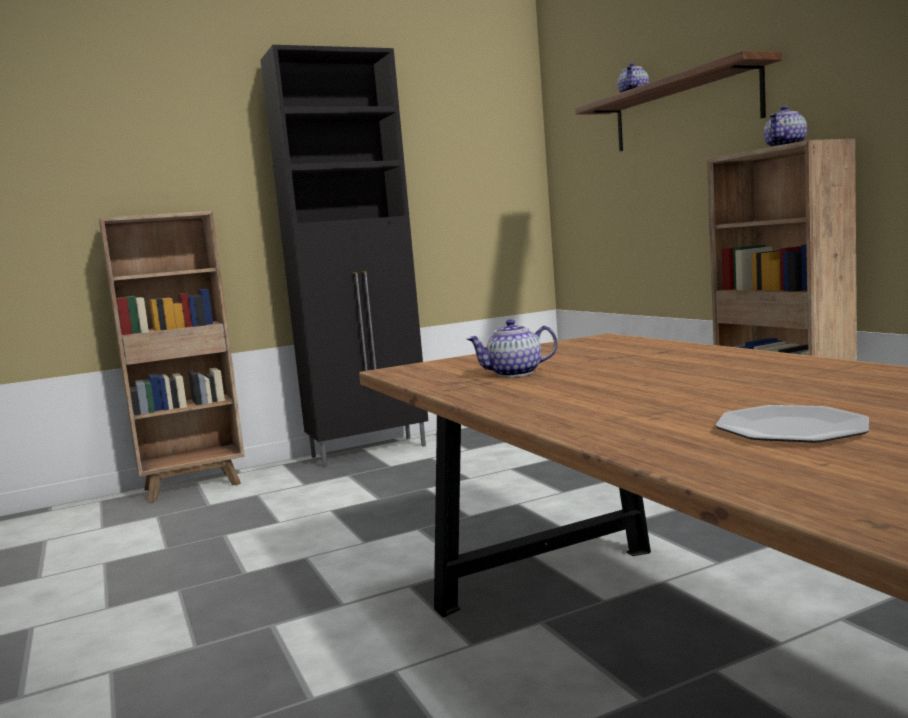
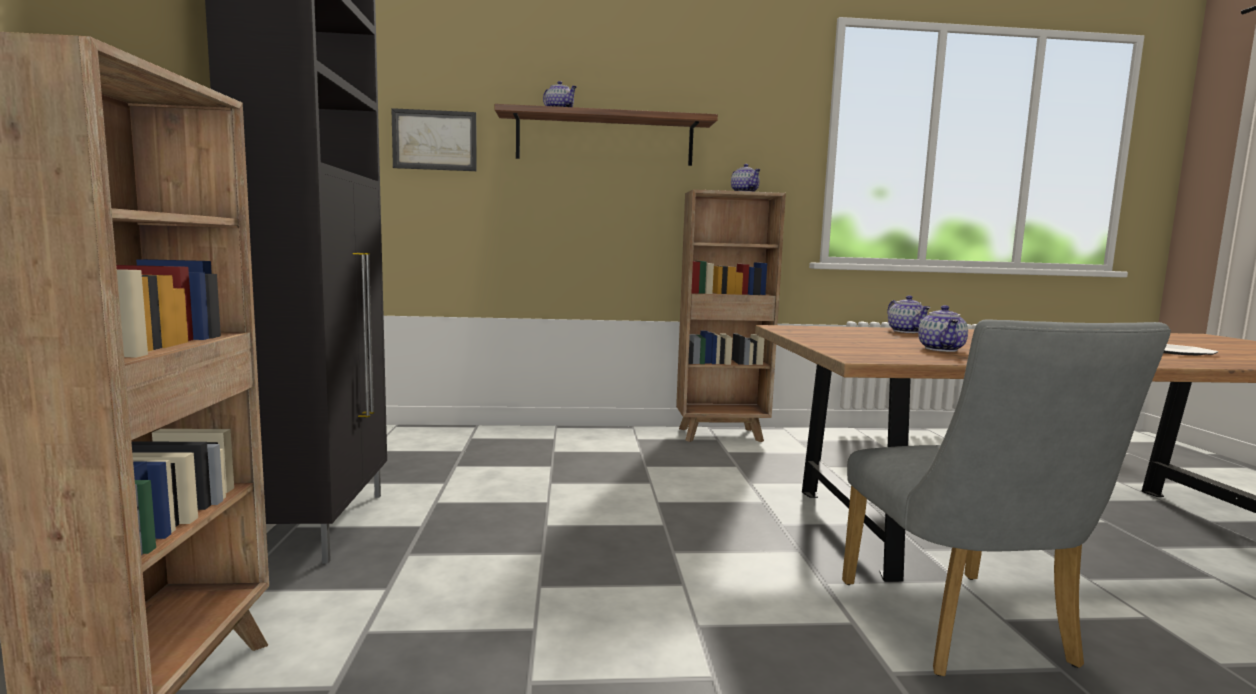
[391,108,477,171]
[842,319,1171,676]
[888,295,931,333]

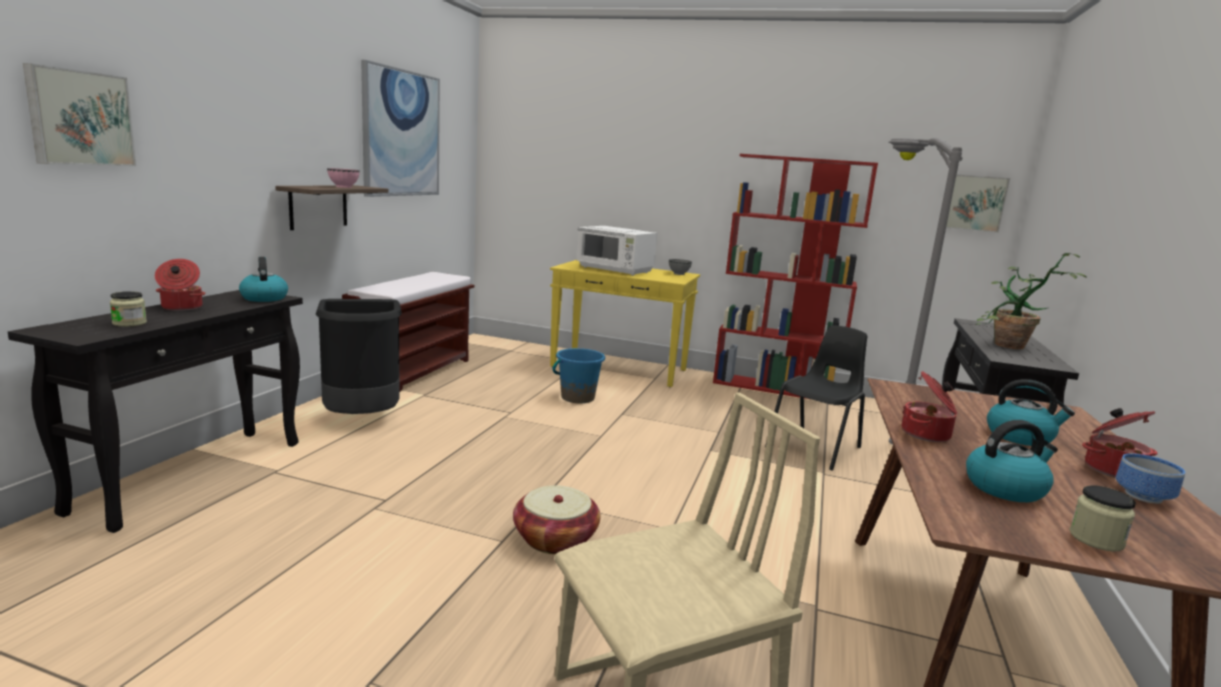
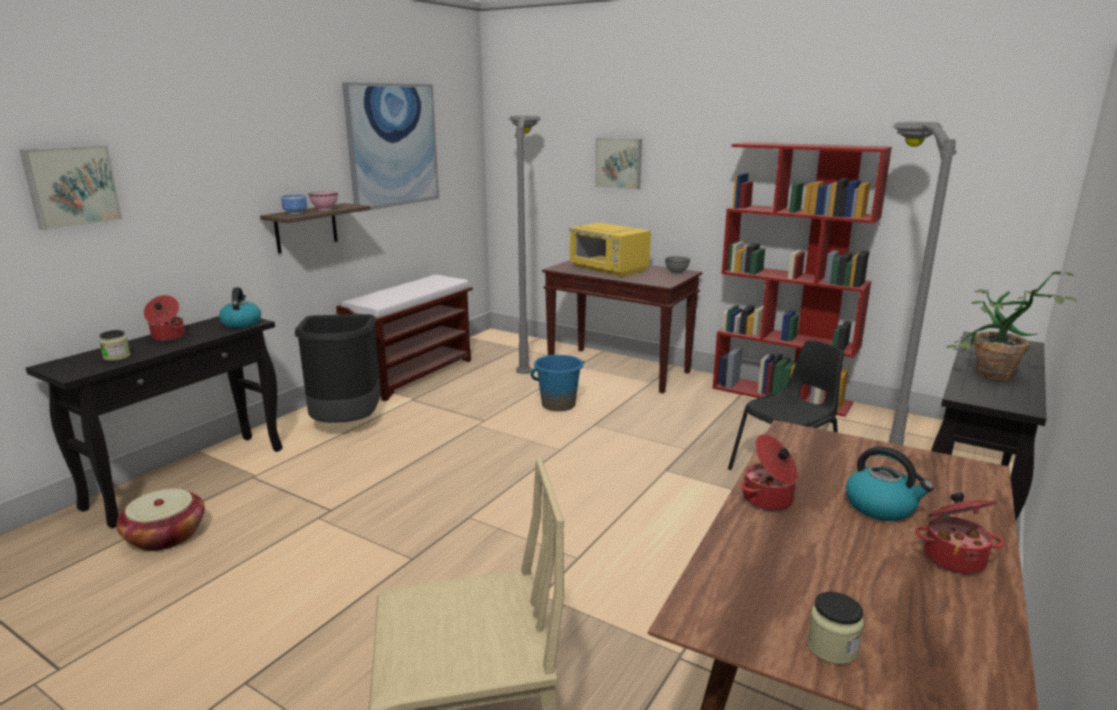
[966,420,1058,502] (first image)
[508,115,542,374]
[116,488,205,551]
[595,138,642,190]
[281,195,307,214]
[542,260,702,393]
[569,223,651,278]

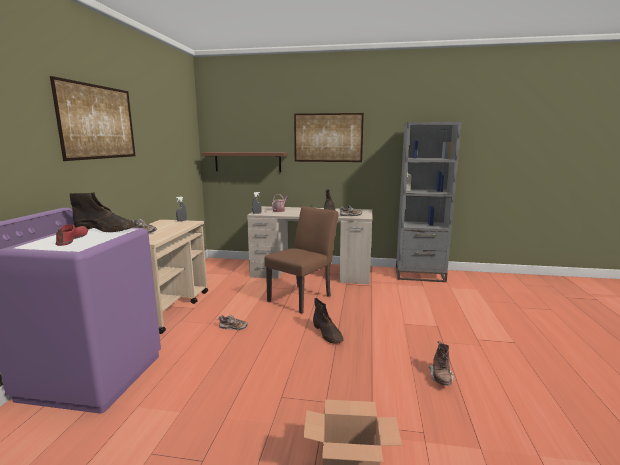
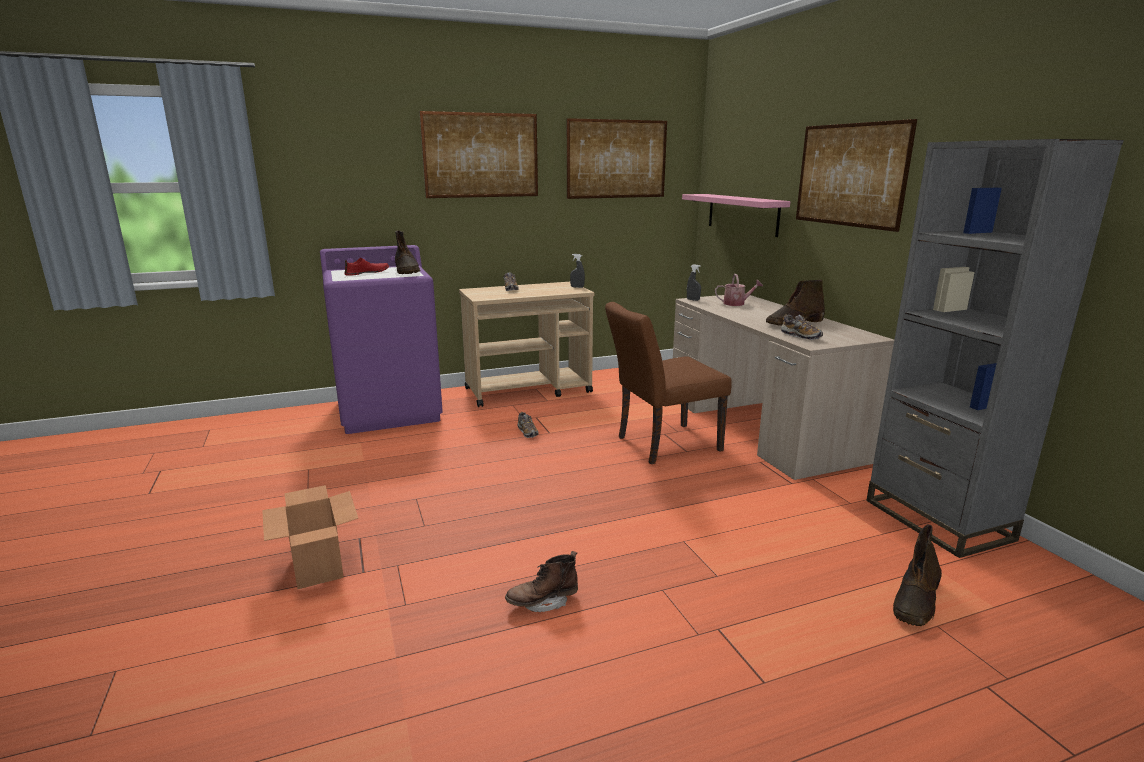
[567,118,667,199]
[893,524,942,626]
[682,194,790,237]
[605,302,732,464]

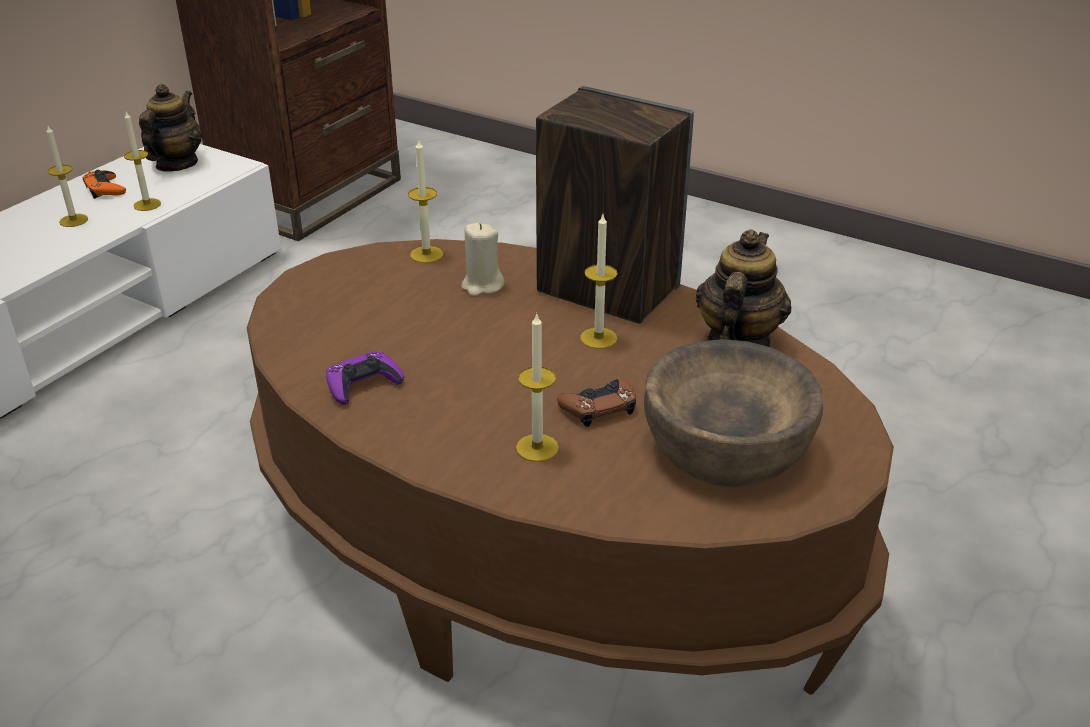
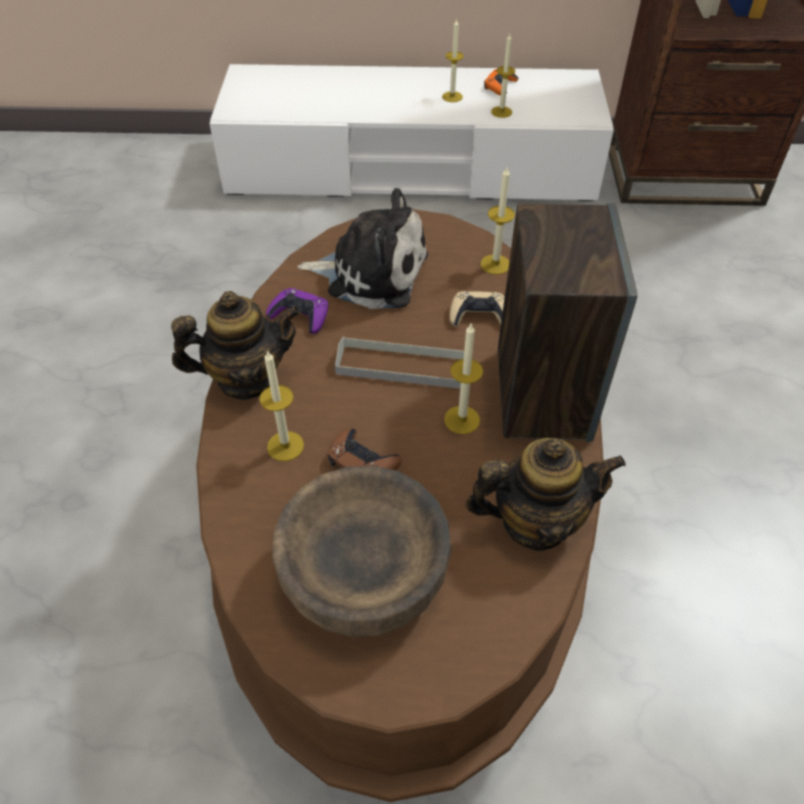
[297,188,428,309]
[335,336,464,389]
[171,291,301,400]
[449,291,505,326]

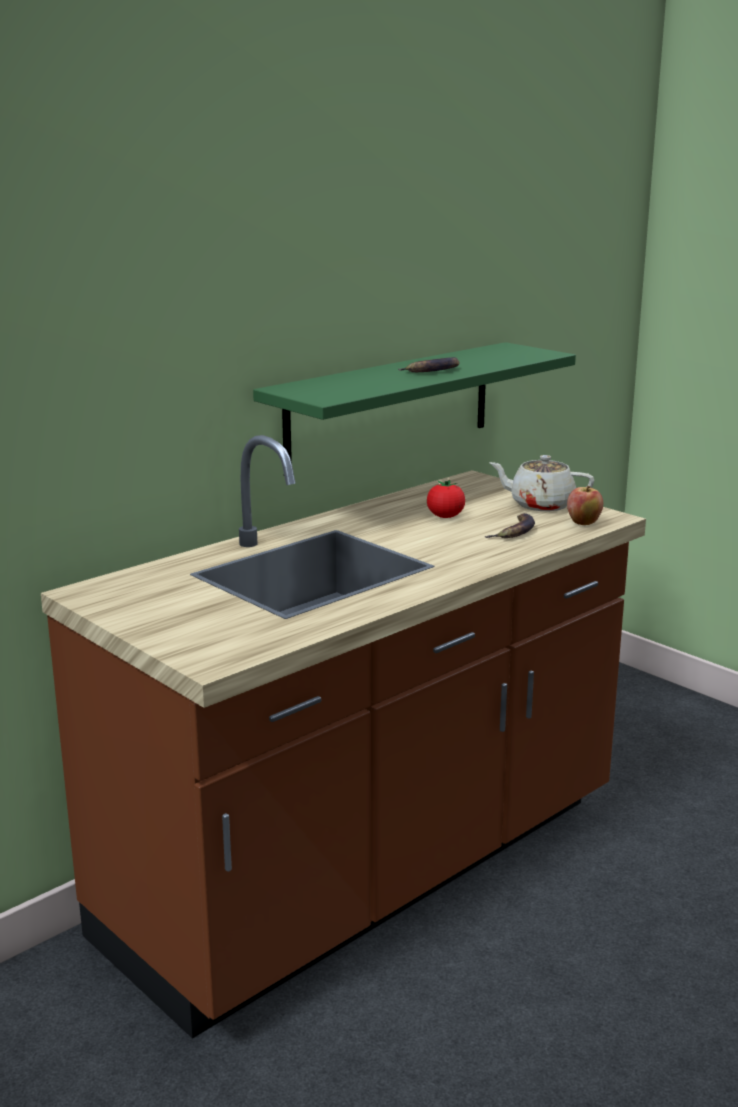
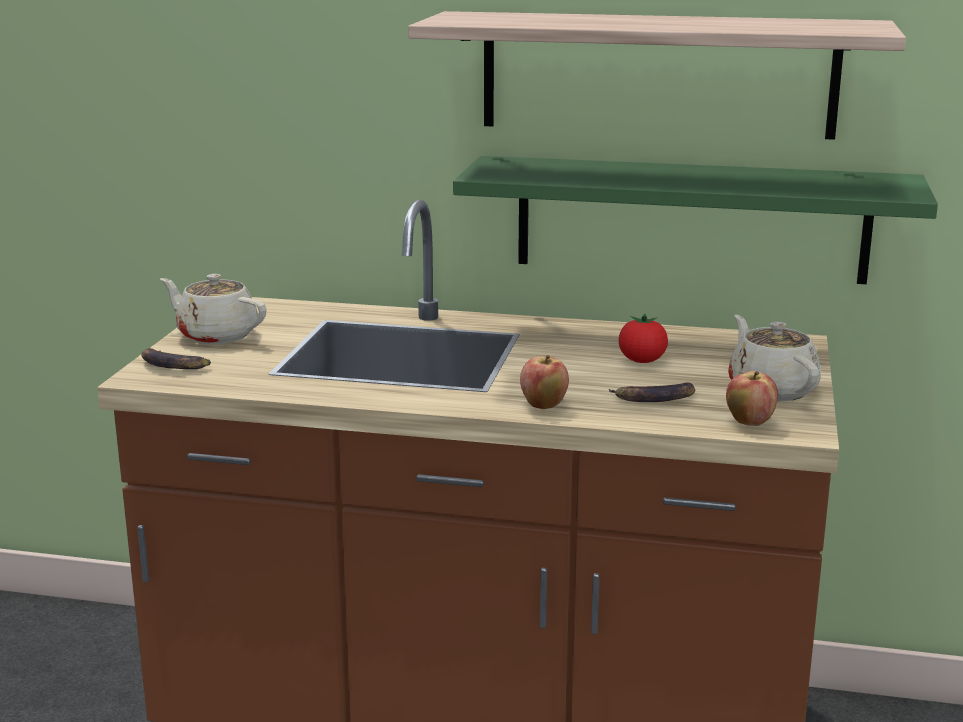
[160,274,267,344]
[408,11,906,140]
[520,355,569,409]
[141,348,211,369]

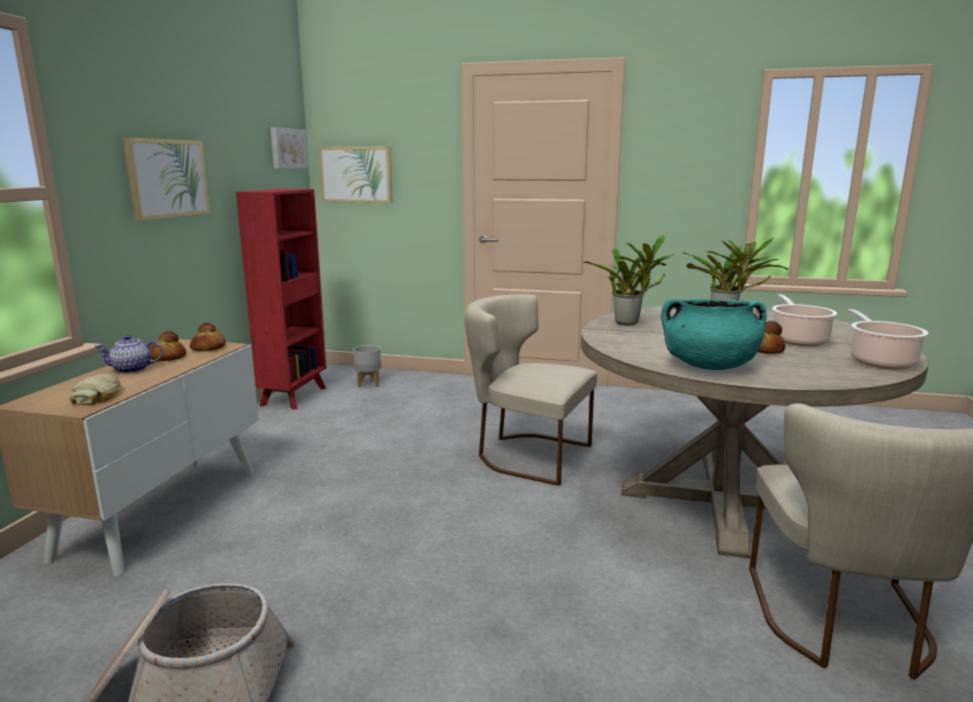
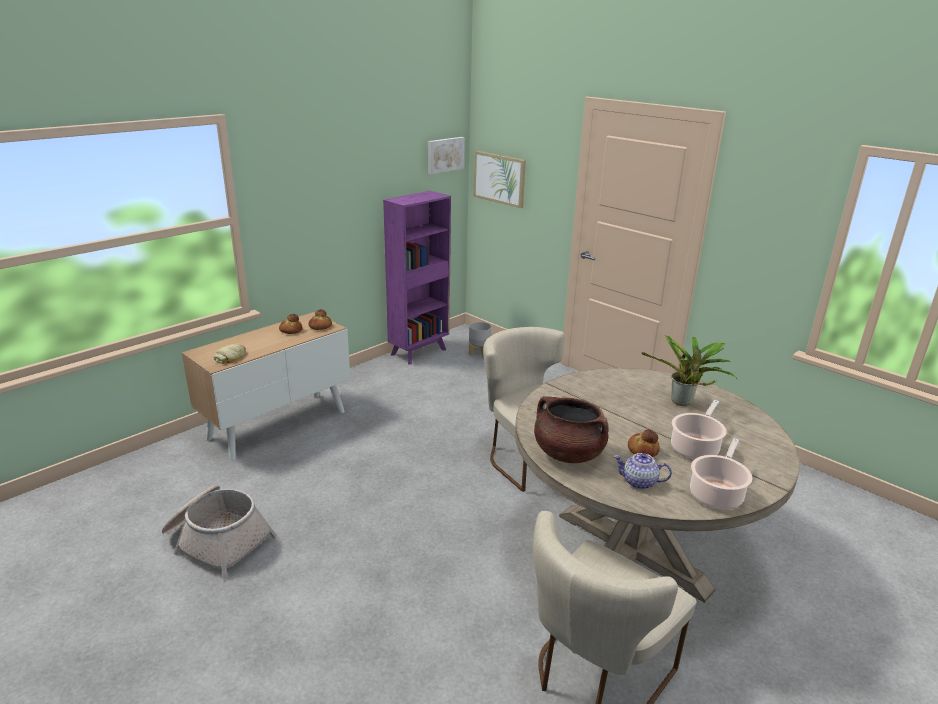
[122,137,210,221] (first image)
[582,235,674,326] (first image)
[614,453,672,489]
[383,191,451,365]
[534,396,609,463]

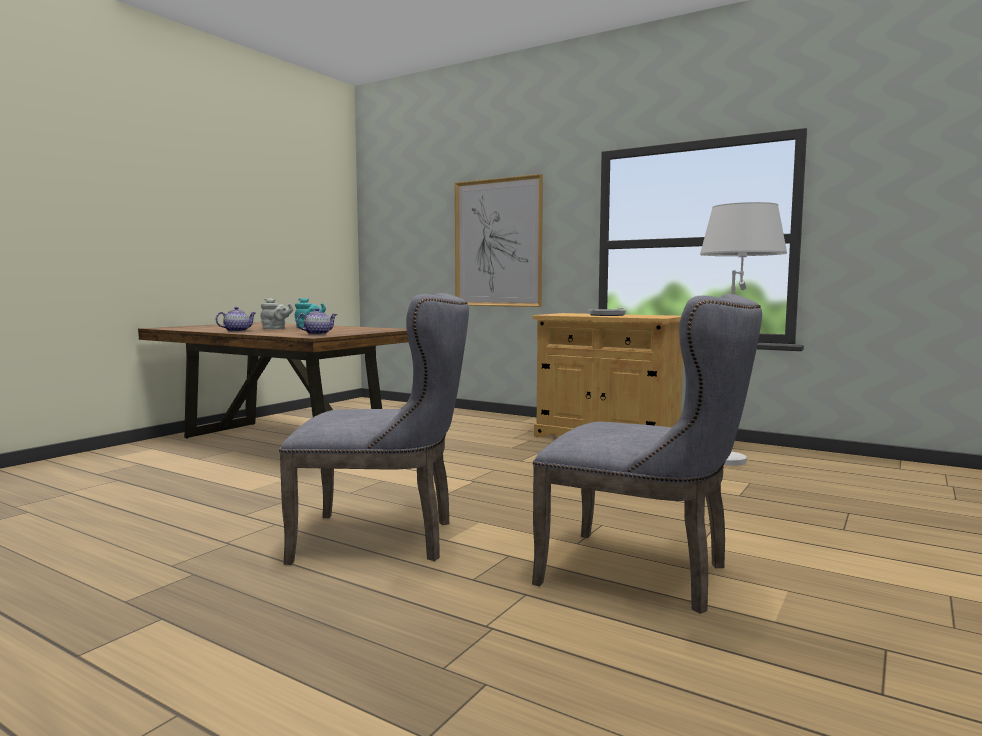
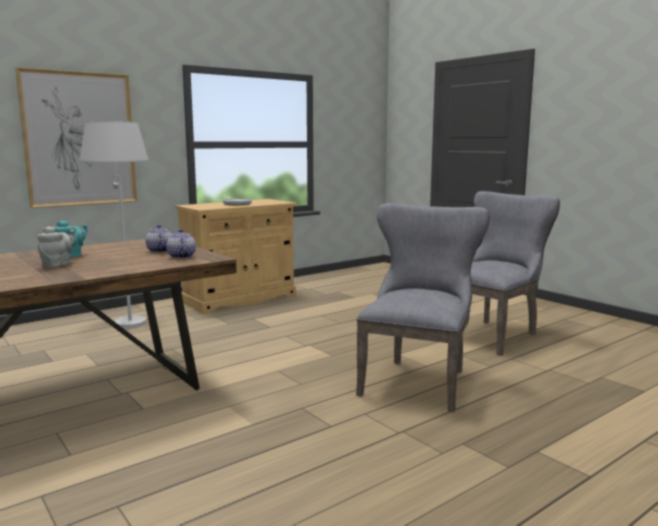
[145,225,172,253]
[80,121,149,329]

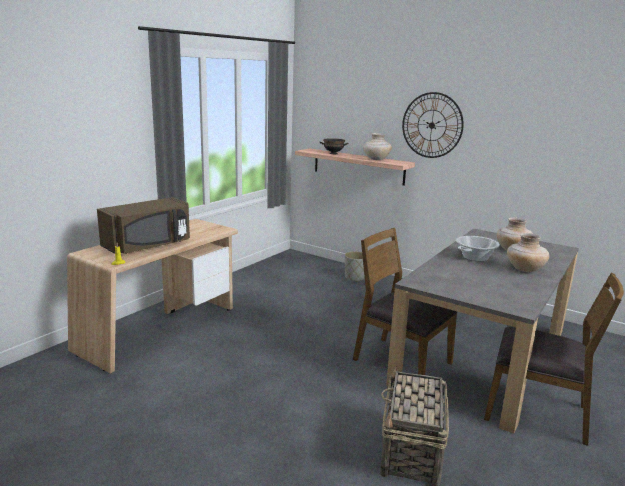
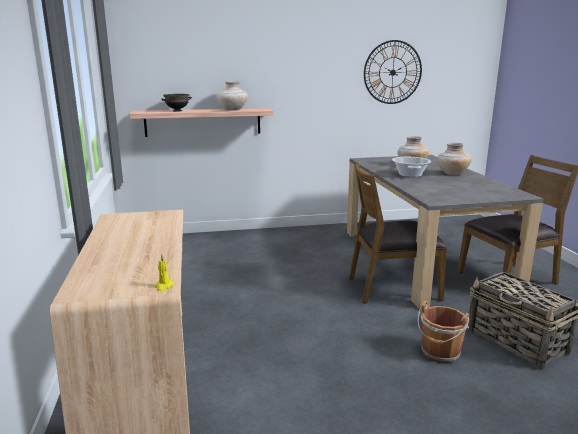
[97,197,190,254] (first image)
[345,251,365,282] (first image)
[418,301,470,363]
[364,40,422,104]

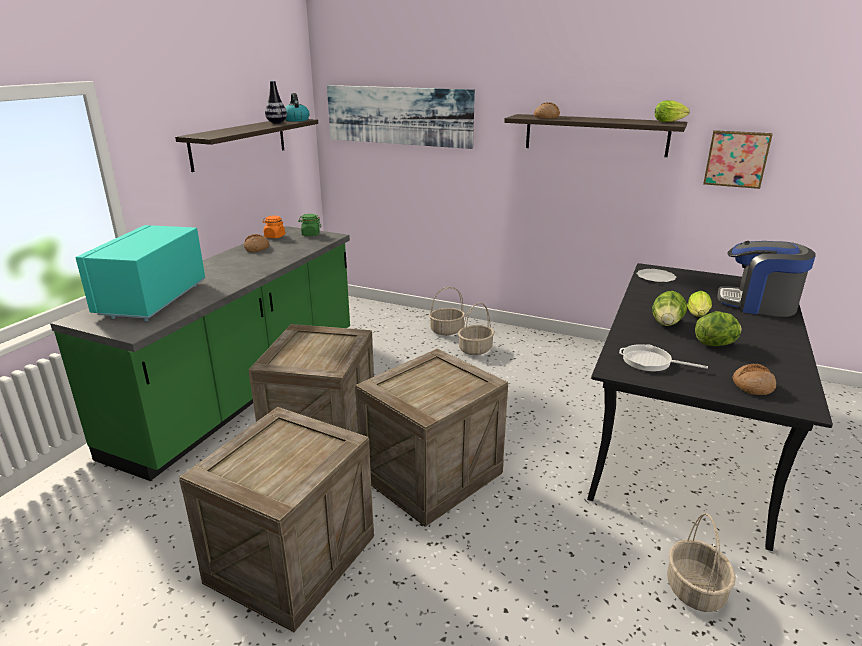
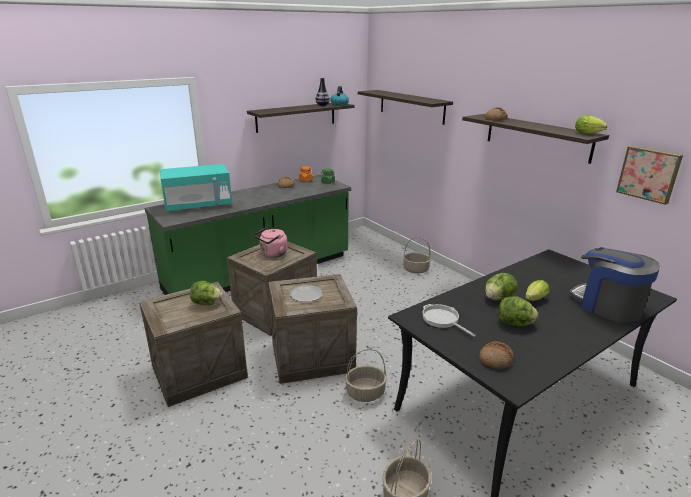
[190,281,223,305]
[254,228,288,258]
[345,349,387,402]
[290,285,323,302]
[358,90,453,125]
[160,164,232,211]

